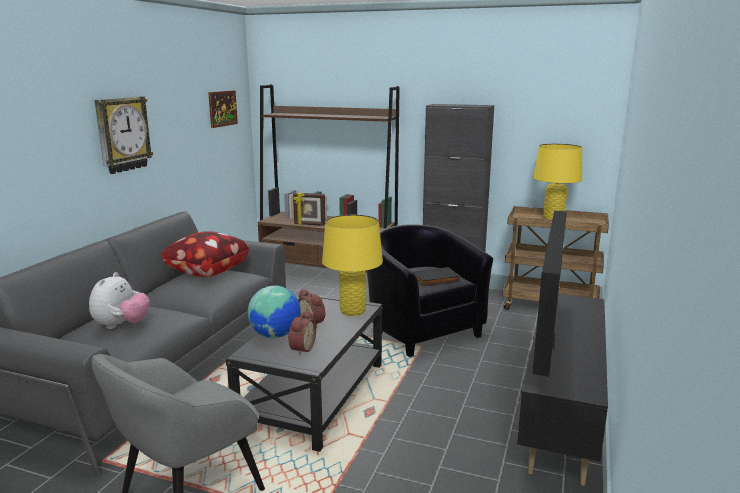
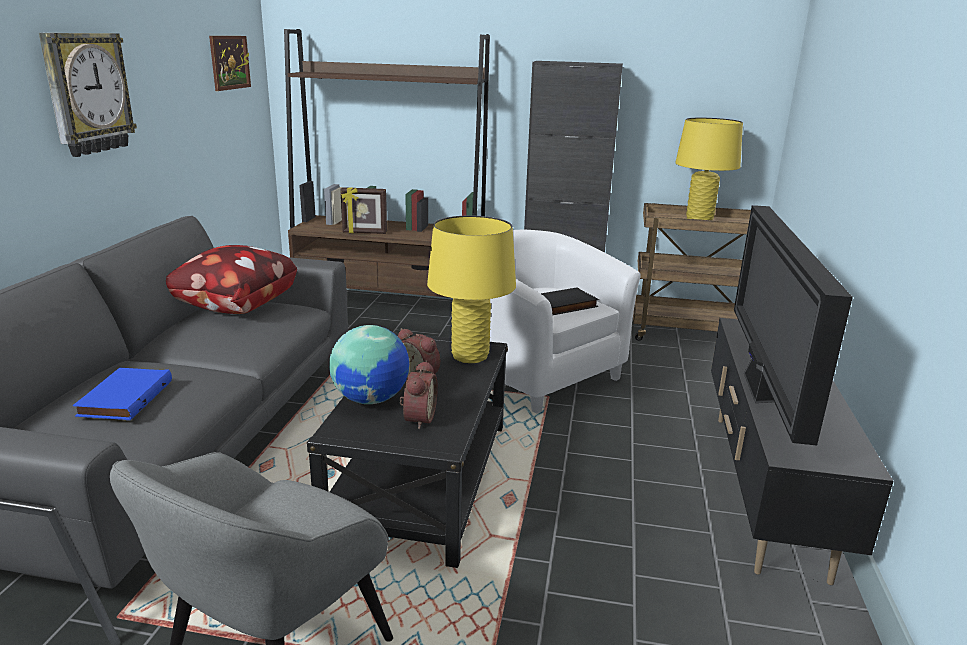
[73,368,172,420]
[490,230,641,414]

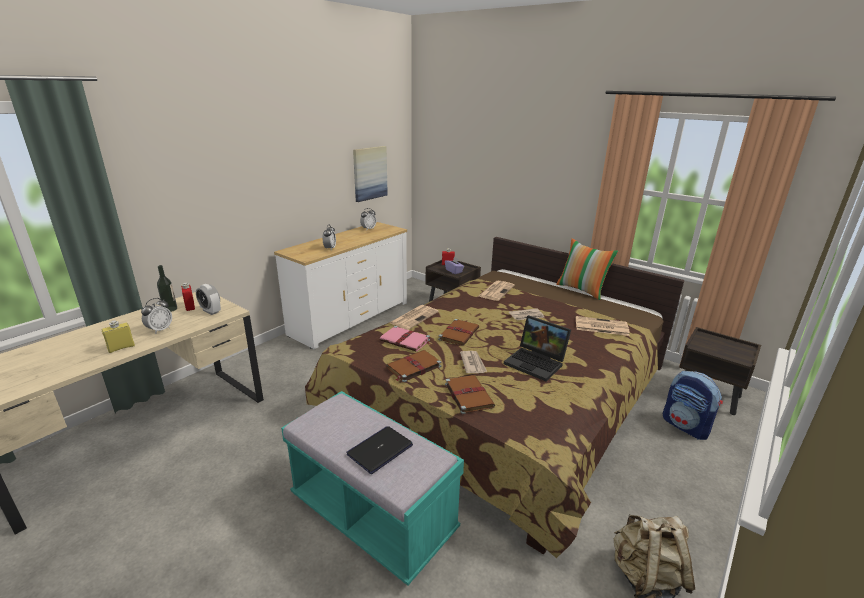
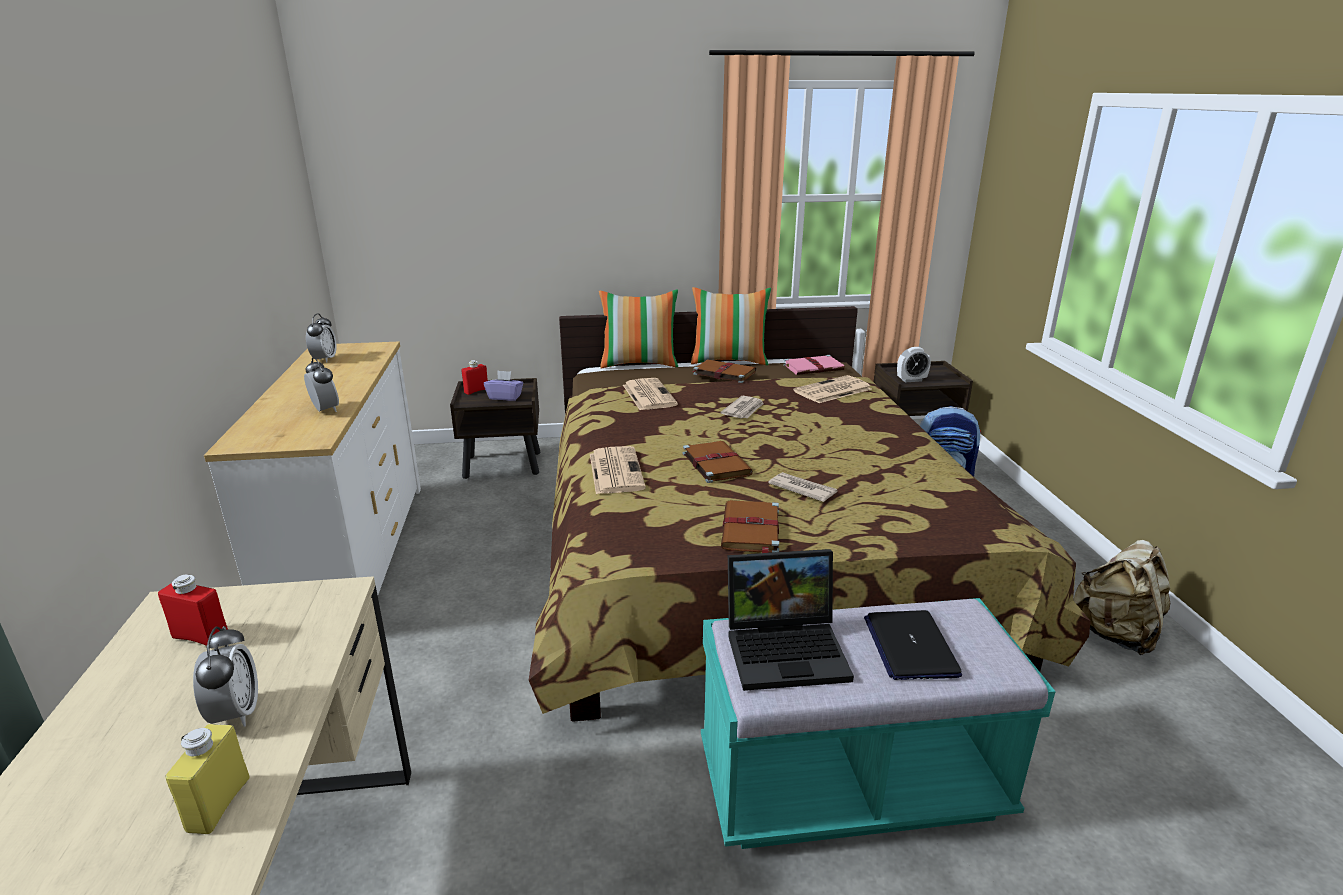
[157,265,177,312] (first image)
[353,146,388,202] (first image)
[599,290,678,368]
[897,347,931,382]
[783,355,845,375]
[693,360,756,383]
[728,549,854,691]

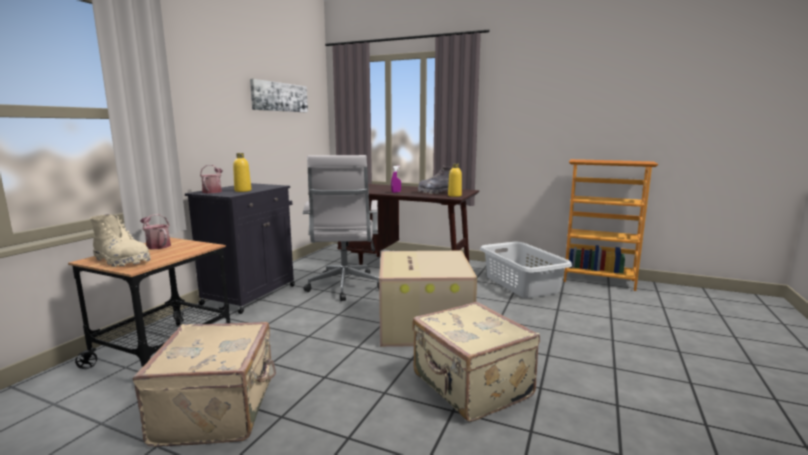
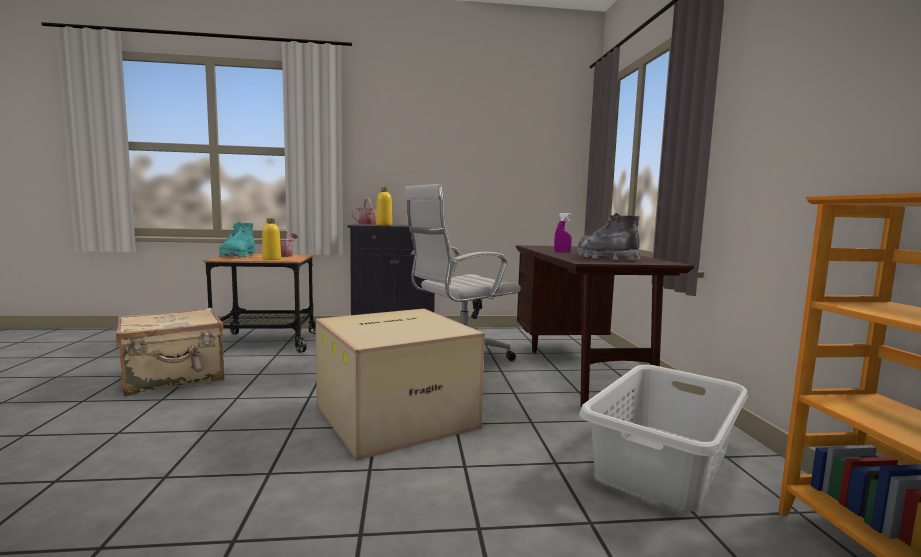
[250,79,308,112] (first image)
[412,302,540,422] (first image)
[262,218,281,260]
[219,222,255,258]

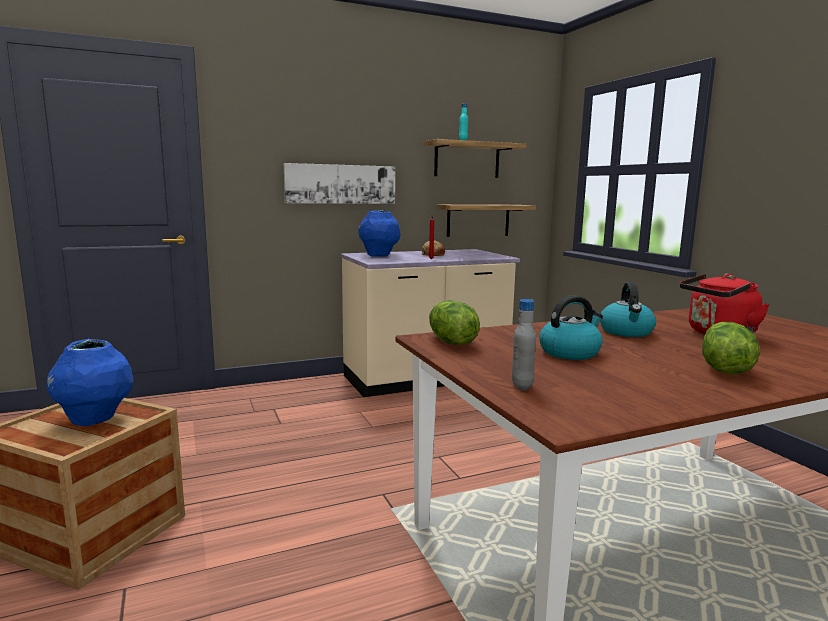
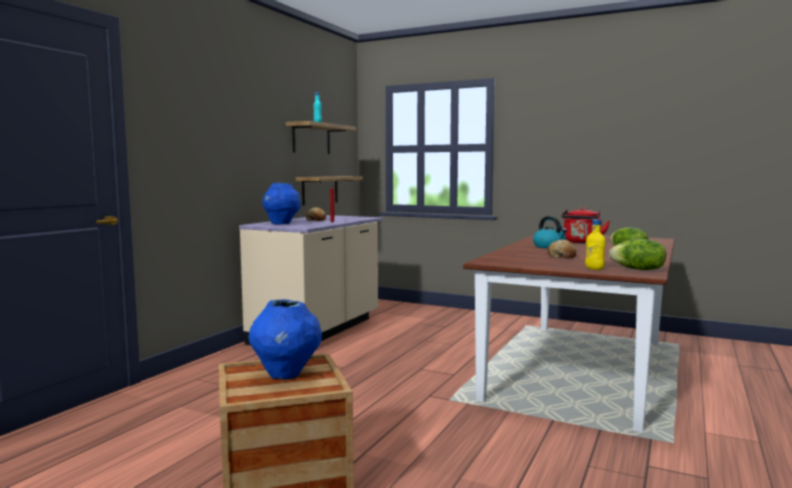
[284,163,395,204] (first image)
[609,239,666,270]
[548,240,576,259]
[585,219,606,270]

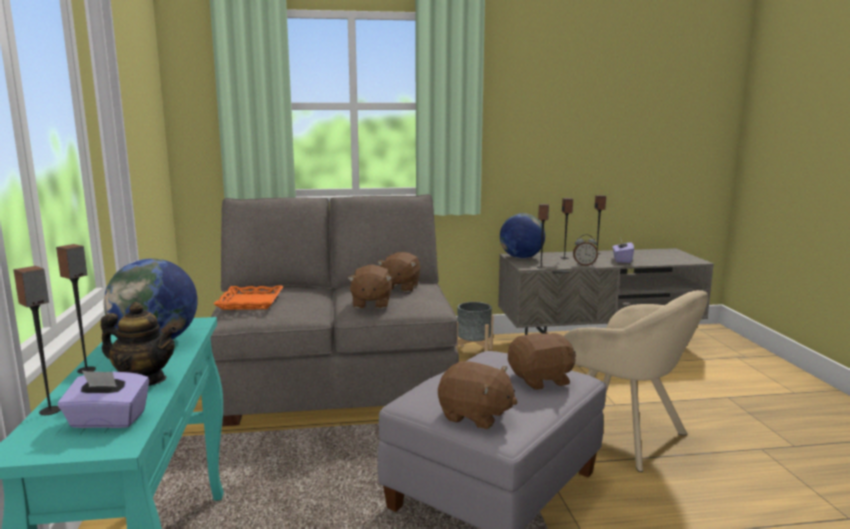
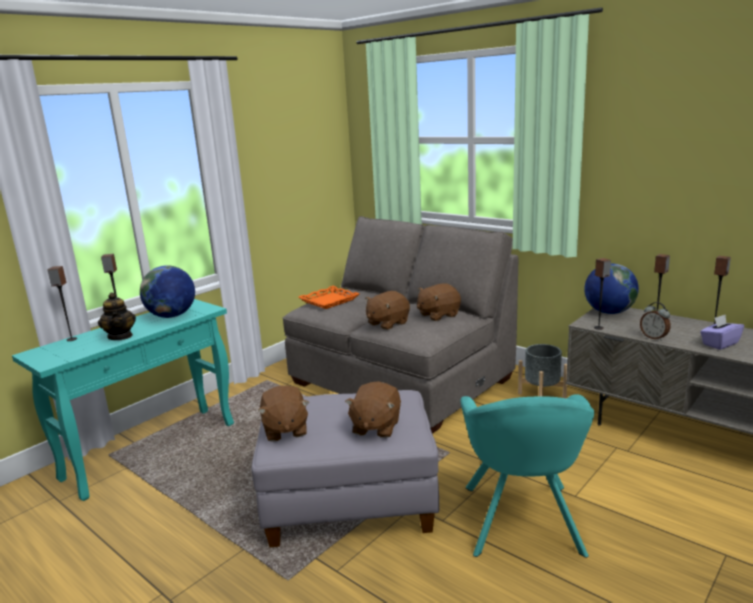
[58,371,149,428] (first image)
[460,394,594,558]
[345,381,401,438]

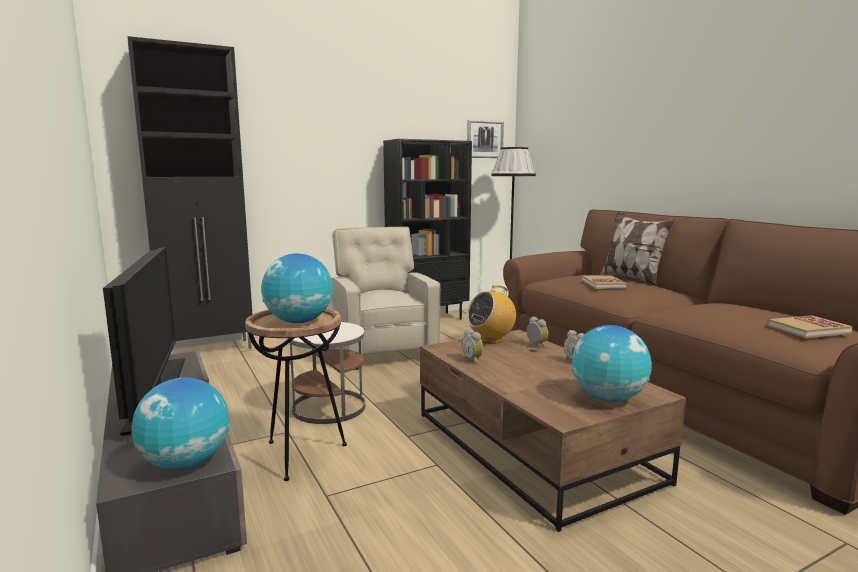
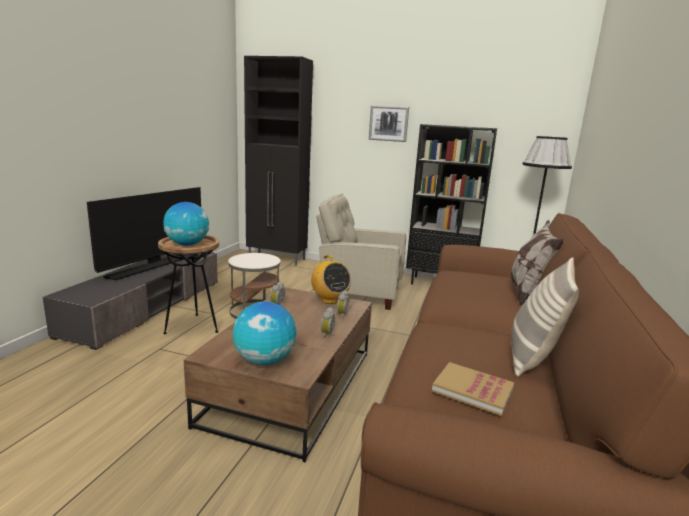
[131,378,230,470] (first image)
[582,275,627,289] (first image)
[511,257,579,377]
[369,105,409,142]
[316,193,406,310]
[311,255,351,304]

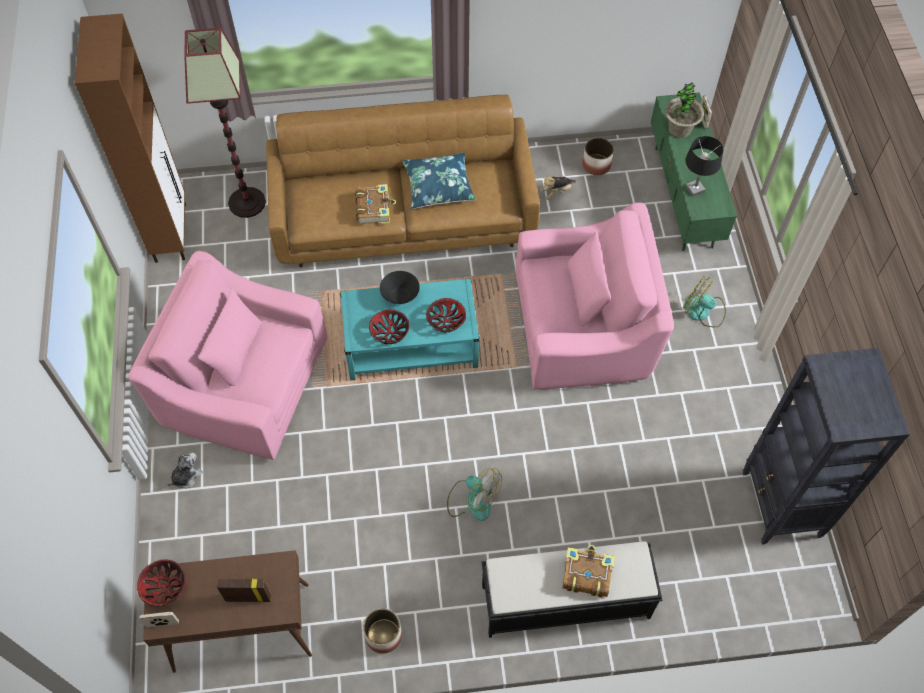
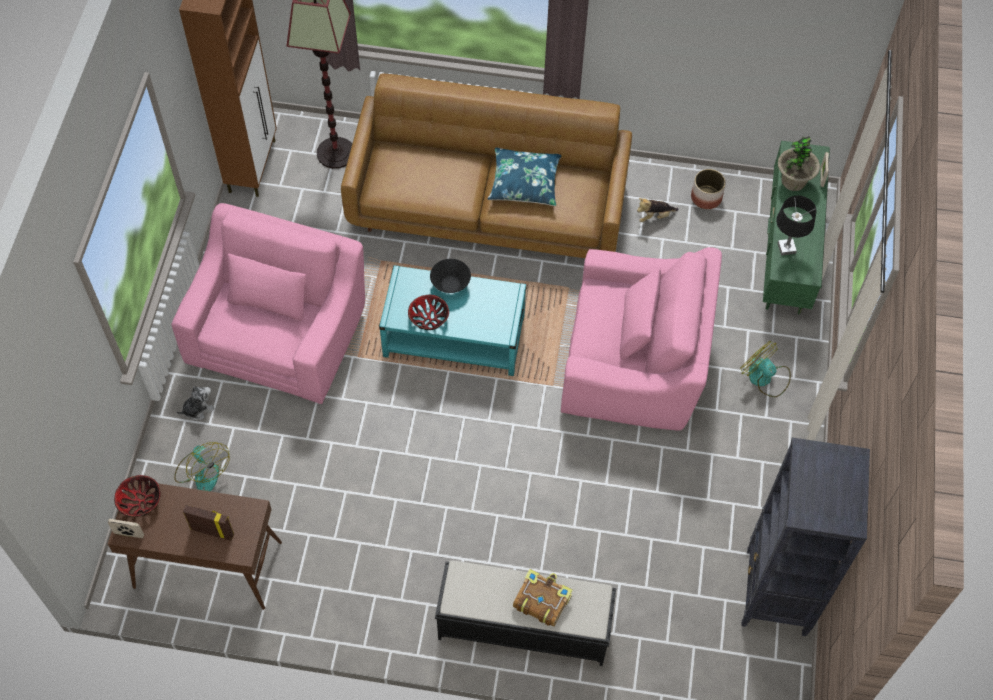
[355,184,396,225] (first image)
[363,608,402,654] (first image)
[426,298,466,332] (first image)
[174,442,230,491]
[171,203,365,404]

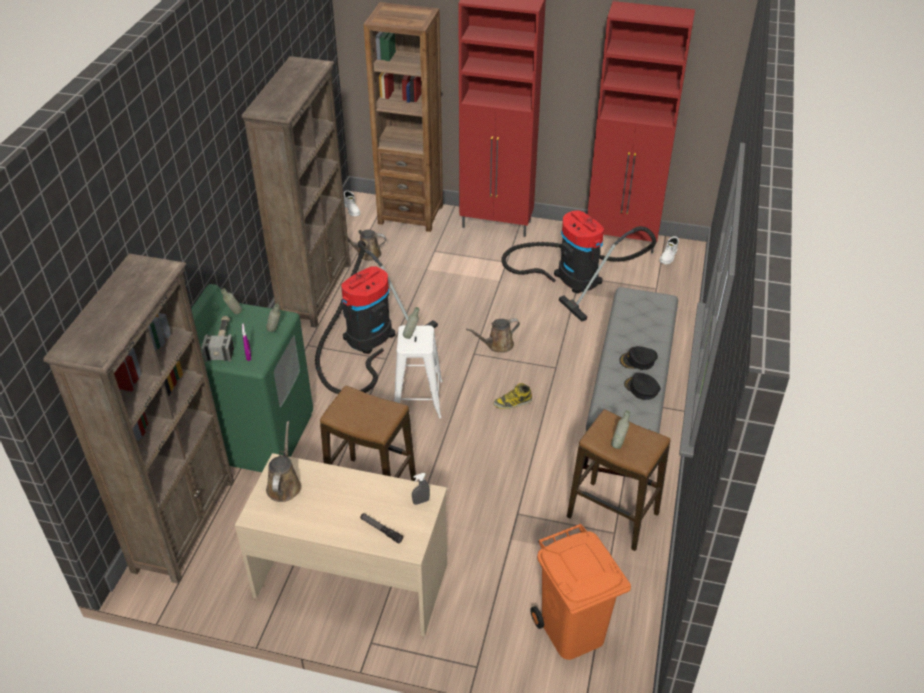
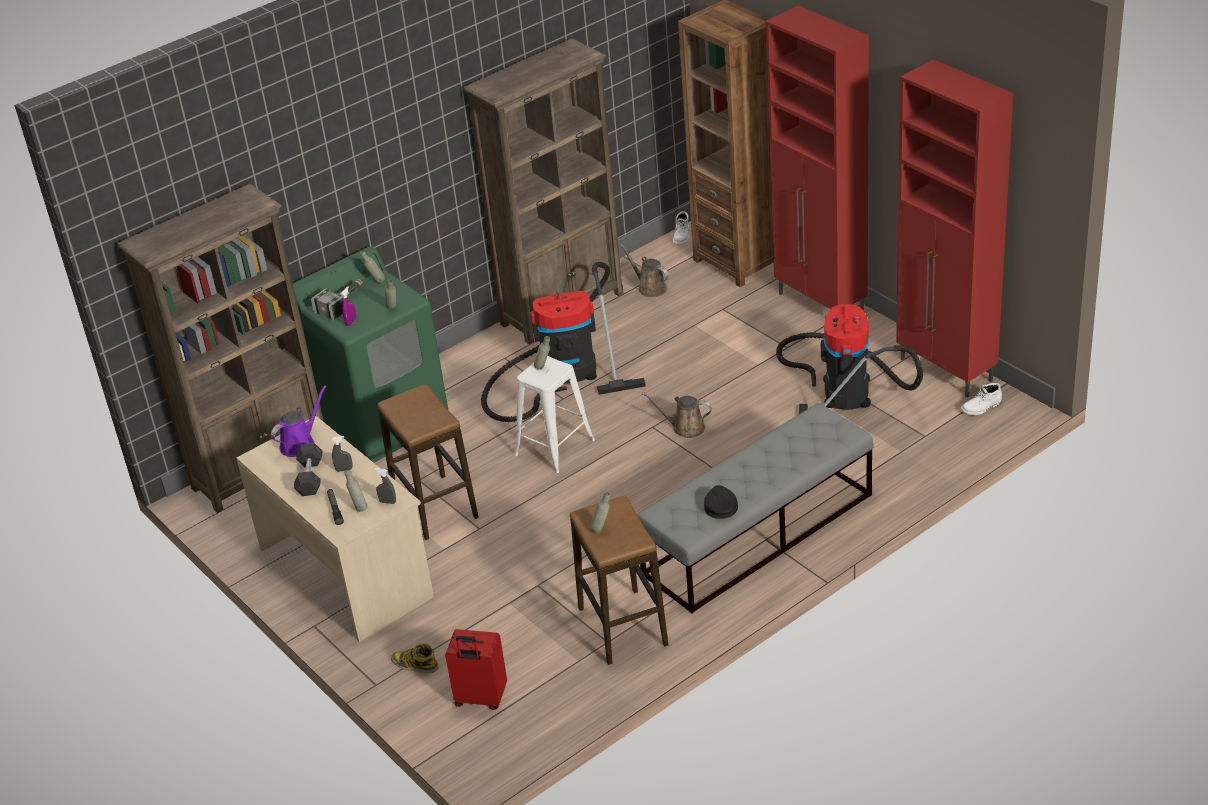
[619,346,658,370] (first image)
[294,443,322,496]
[332,436,352,472]
[344,470,368,512]
[391,643,439,673]
[445,629,507,710]
[271,386,327,457]

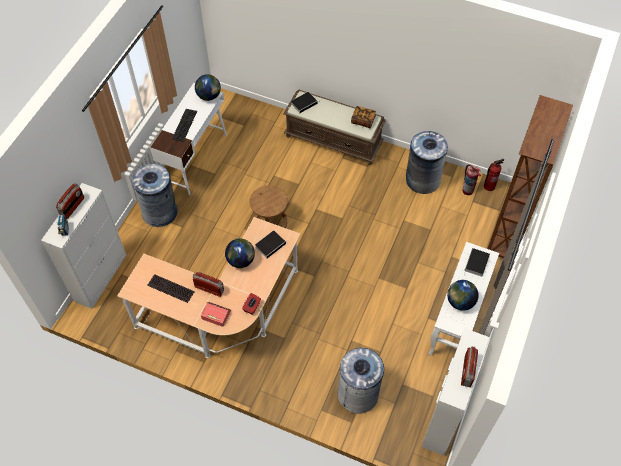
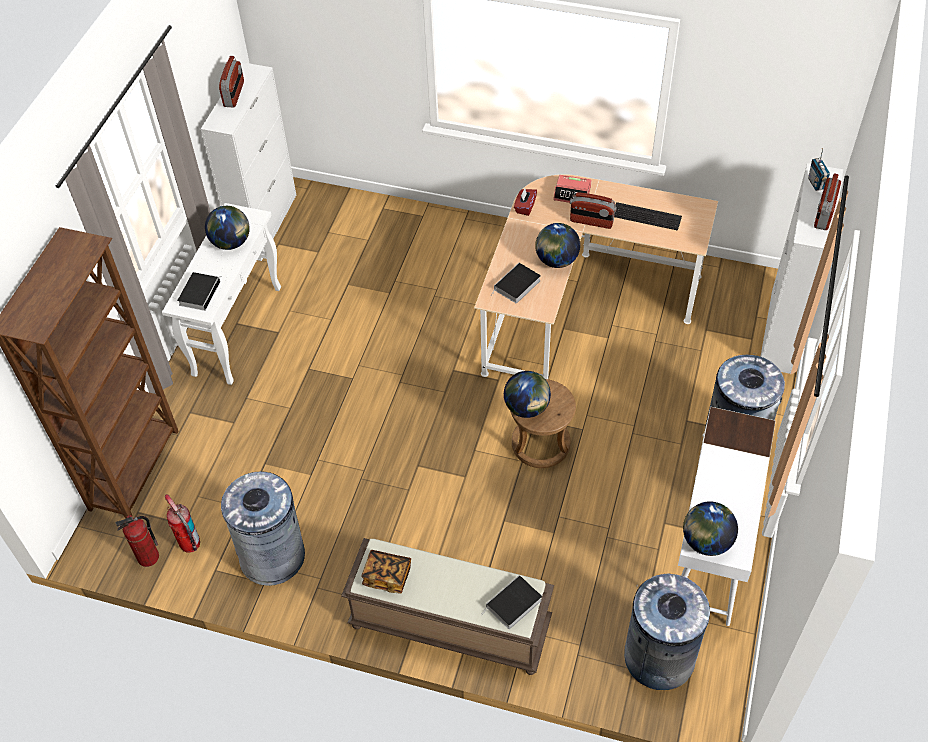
[172,109,197,142] (first image)
[504,371,551,418]
[624,574,710,690]

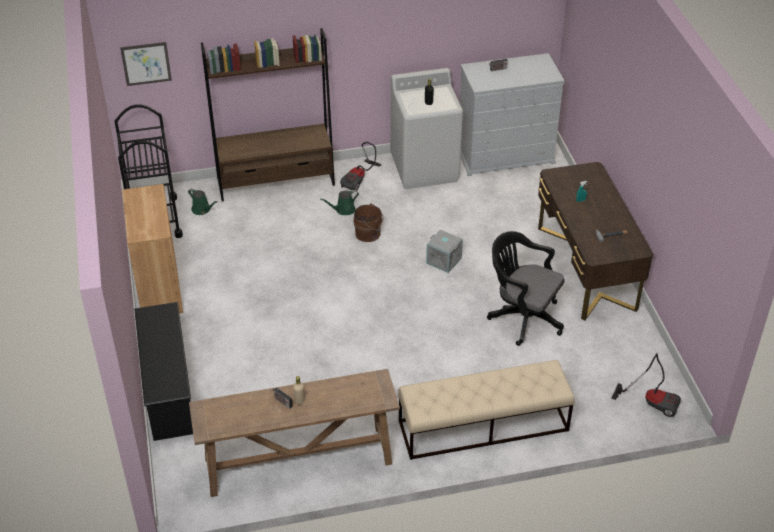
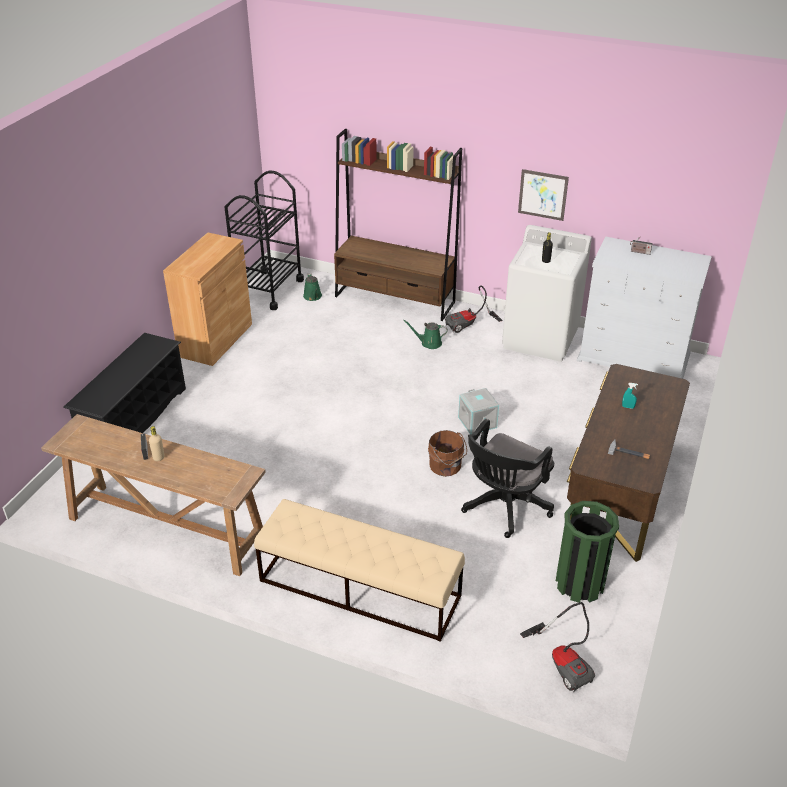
[556,501,619,603]
[518,169,569,221]
[428,430,467,477]
[461,419,554,538]

